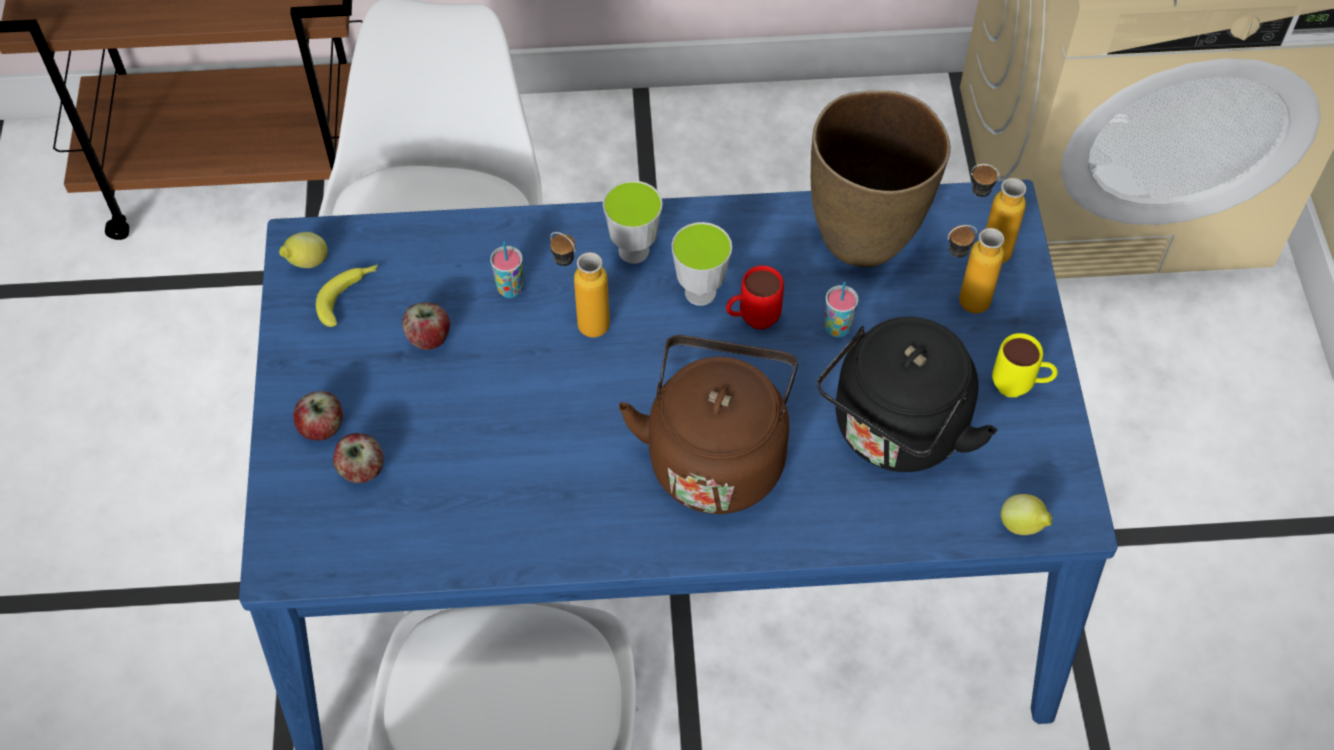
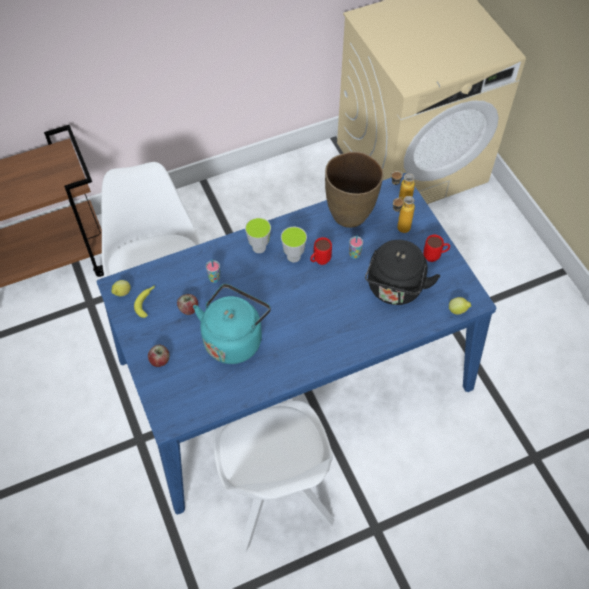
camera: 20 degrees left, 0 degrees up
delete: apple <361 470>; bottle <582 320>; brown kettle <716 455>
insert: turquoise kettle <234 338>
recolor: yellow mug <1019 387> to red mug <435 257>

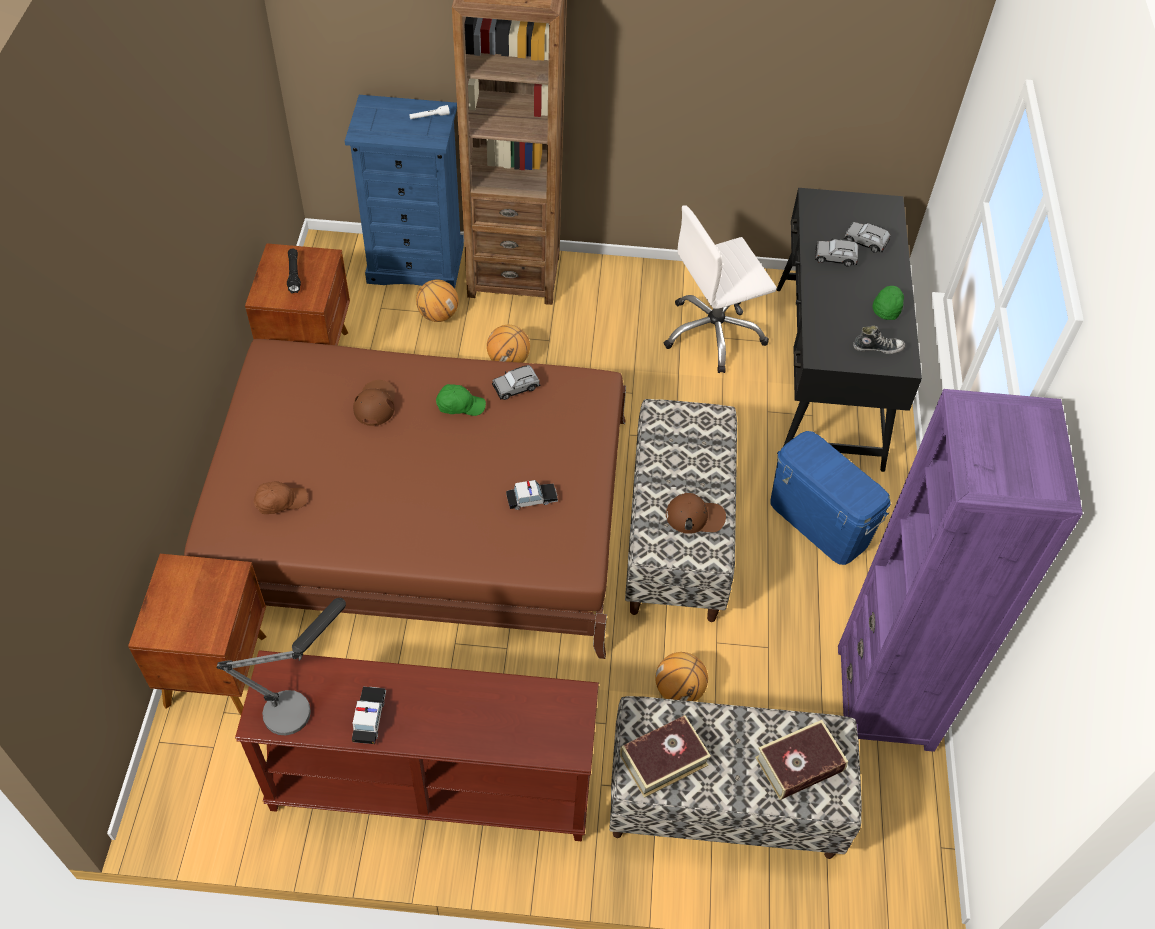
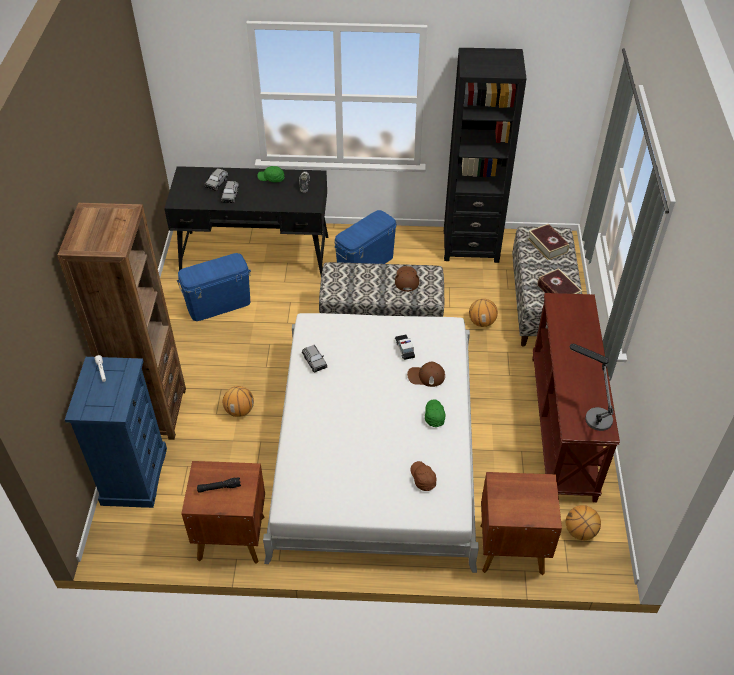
camera: 90 degrees left, 5 degrees down
delete: toy car <369 717>
move: brown cap <375 404> to <426 376>; green cap <460 405> to <434 415>; basketball <438 315> to <580 531>
replace: white office chair <713 333> to blue storage box <218 304>
recolor: brown bed <422 513> to white bed <375 448>; purple bookcase <885 697> to black bookcase <470 246>

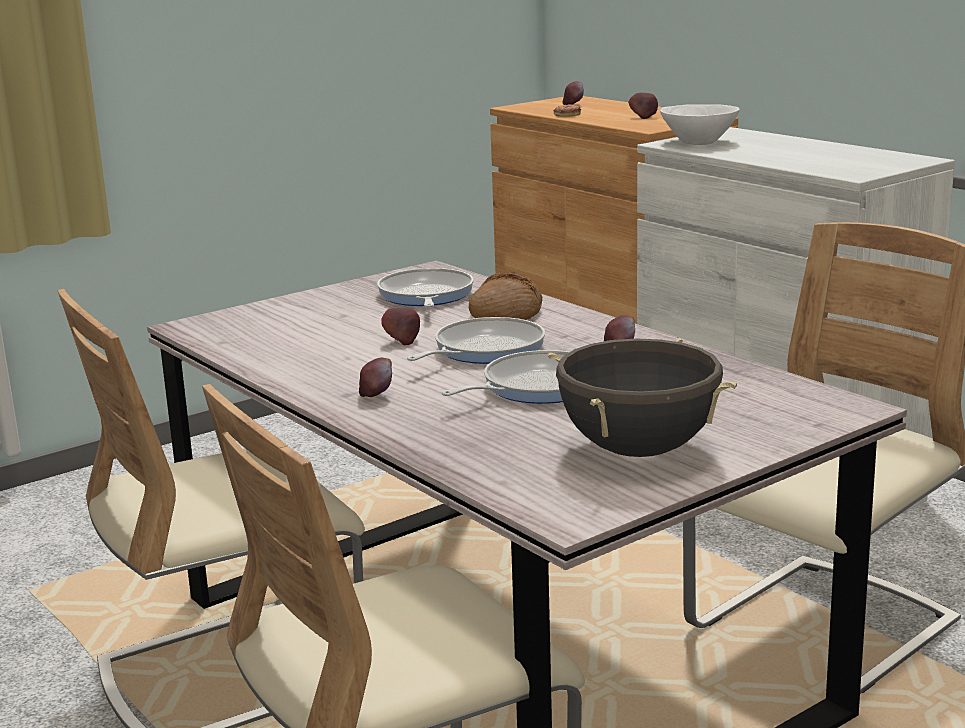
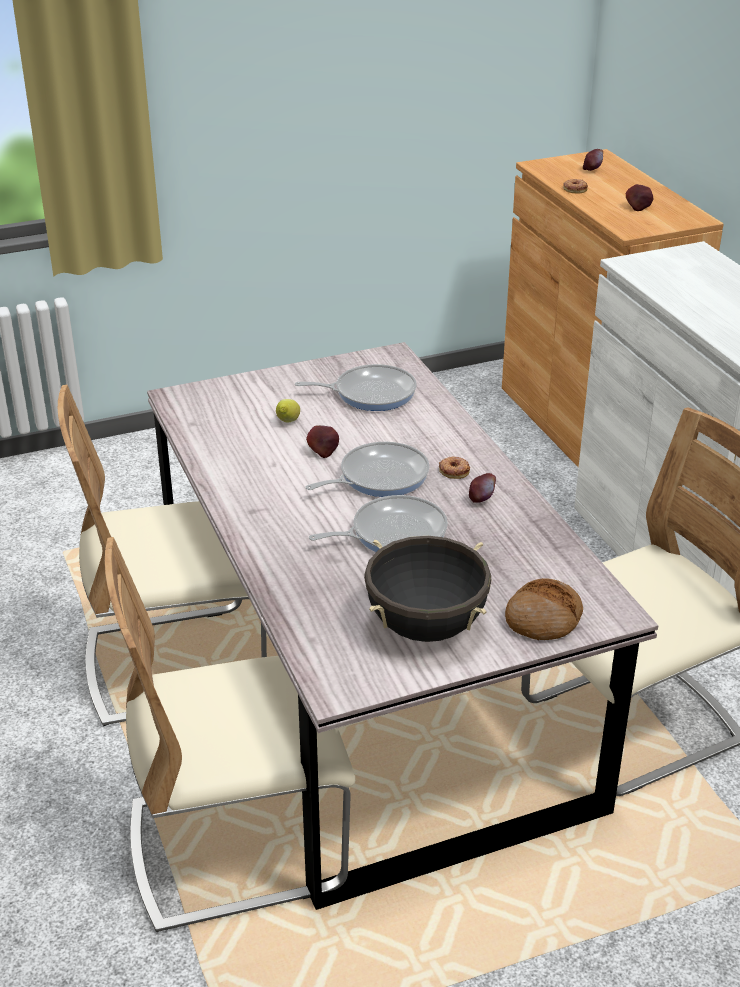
camera: 15 degrees right, 15 degrees up
delete: apple <376 395>; white bowl <698 142>
insert: lemon <287 422>; donut <454 470>
move: bread <506 313> to <543 619>
rotate: frying pan <425 296> = <370 393> 75 degrees clockwise

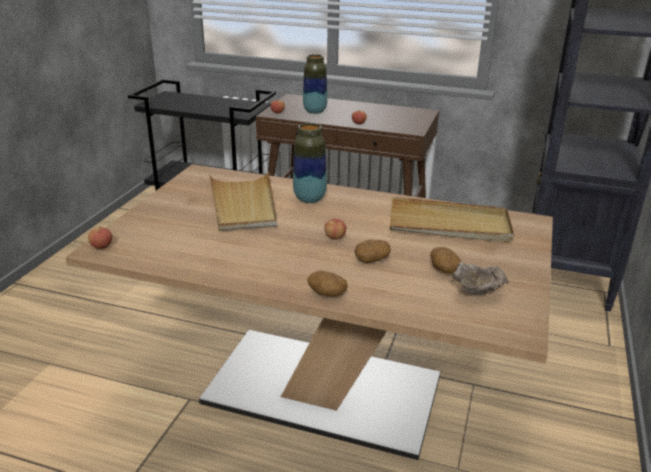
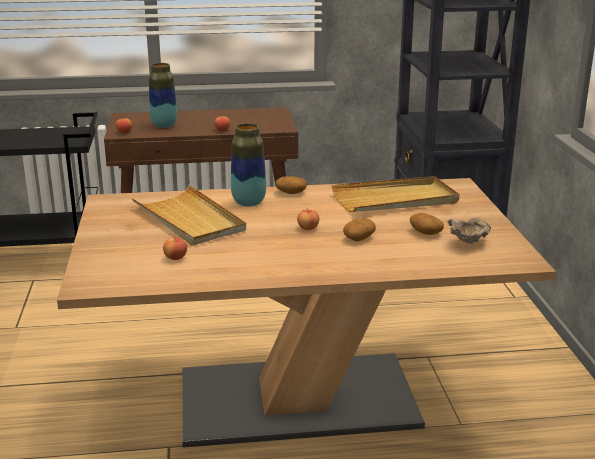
camera: 25 degrees left, 5 degrees down
move: apple <101 246> to <175 258>; potato <326 293> to <291 192>

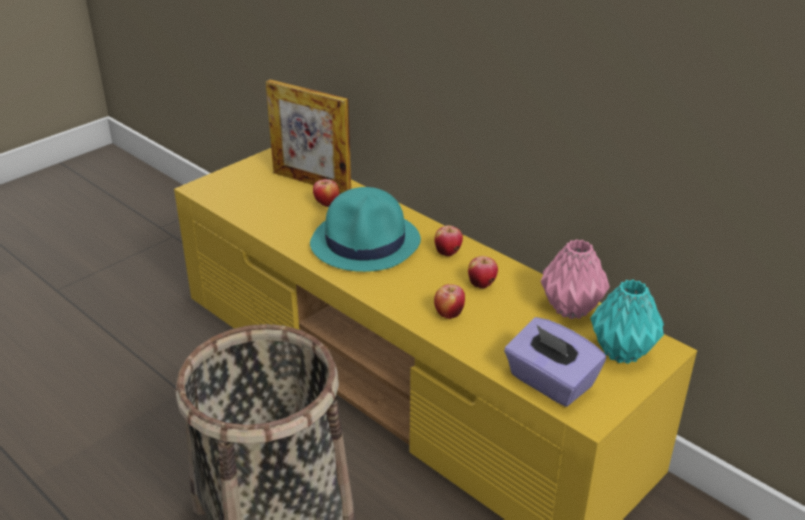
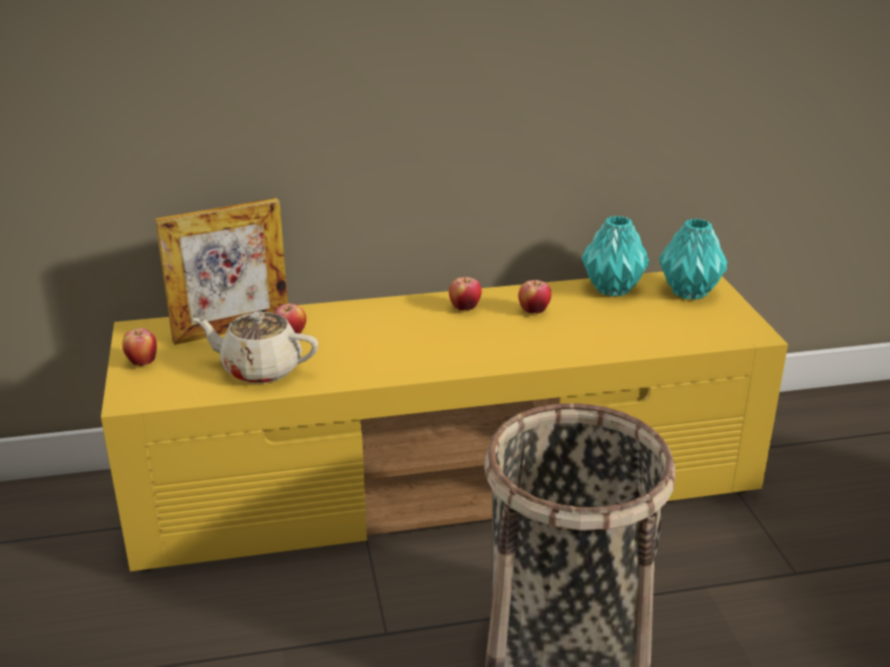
camera: 55 degrees left, 5 degrees down
delete: turquoise hat <366 242>; purple tissue box <550 382>
insert: beige teapot <260 369>
move: apple <449 314> to <142 363>
recolor: pink vase <572 308> to turquoise vase <612 289>

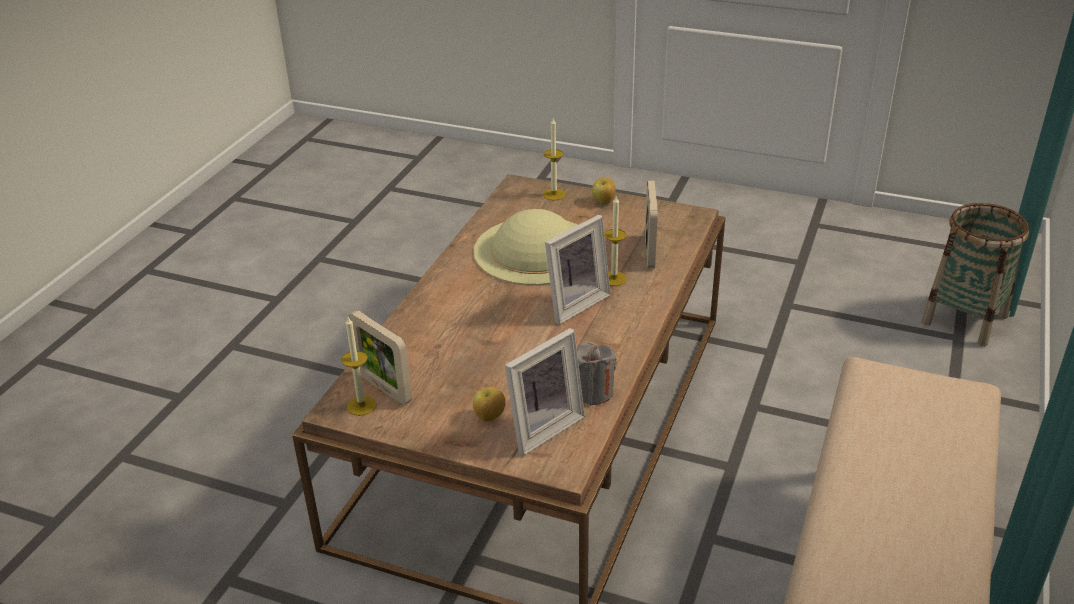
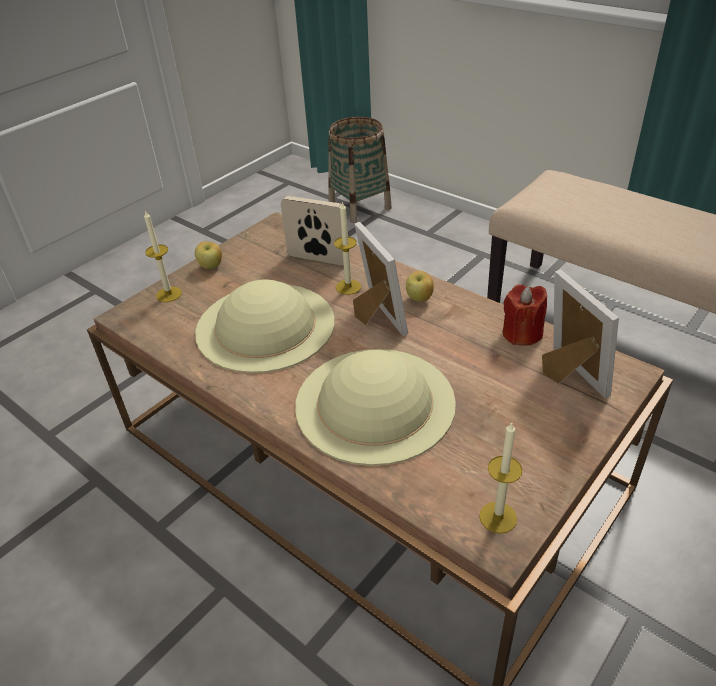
camera: 70 degrees left, 5 degrees up
delete: picture frame <384 388>
insert: beige hat <375 403>
move: apple <489 417> to <420 298>
recolor: grey candle <593 392> to red candle <522 334>

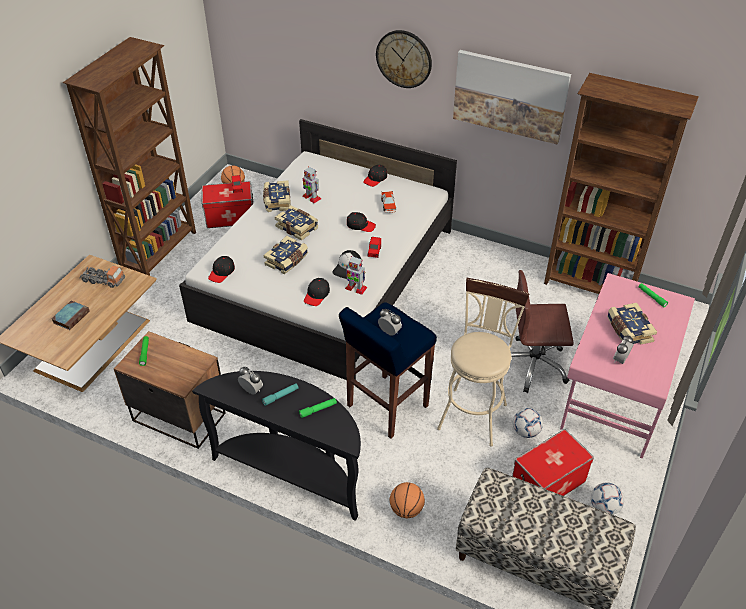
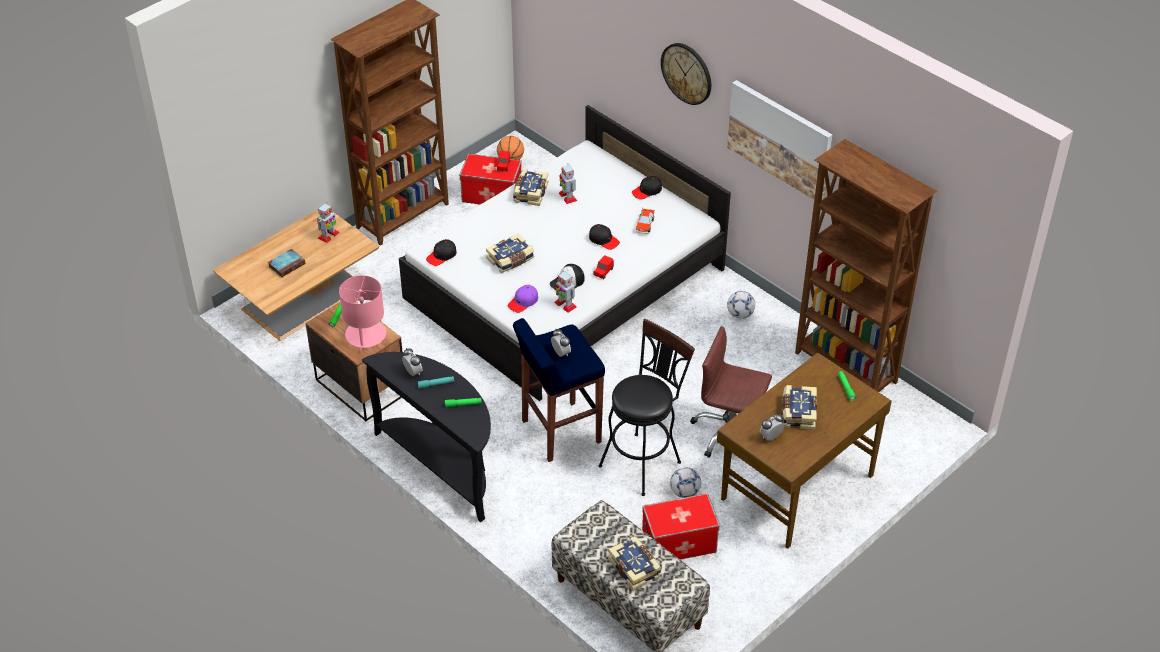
camera: 20 degrees right, 0 degrees up
delete: basketball <406 509>
insert: pink table lamp <365 335>
move: book <297 227> to <635 568>; football <604 507> to <740 314>
replace: toy truck <103 280> to toy robot <328 235>
recolor: black cap <317 295> to purple cap <523 302>; beige stool <474 411> to black stool <644 460>; pink desk <614 398> to brown desk <795 487>

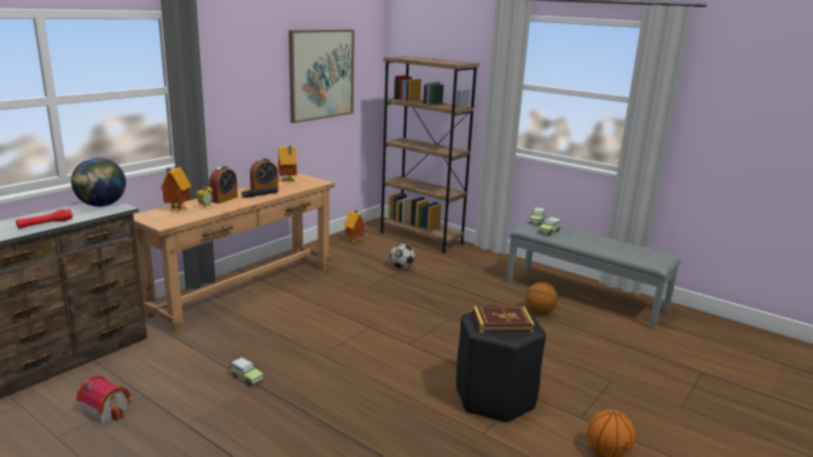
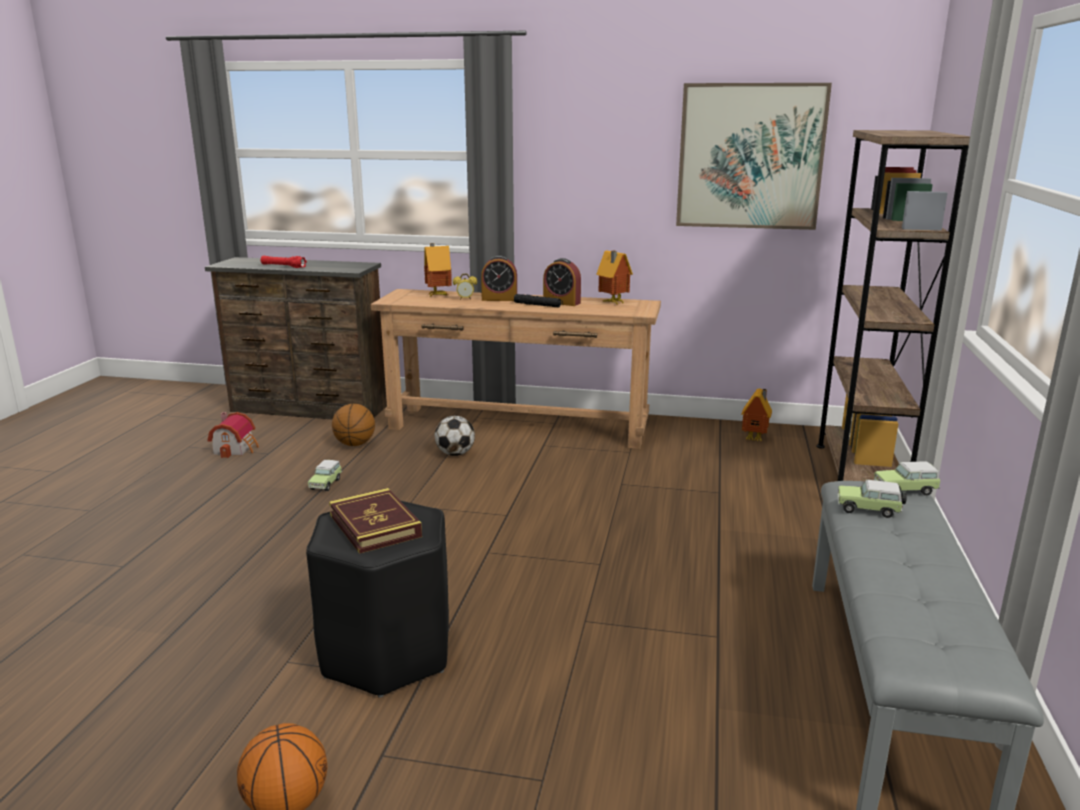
camera: 65 degrees right, 0 degrees up
delete: globe <101 205>
move: basketball <539 312> to <355 444>; football <401 267> to <455 454>

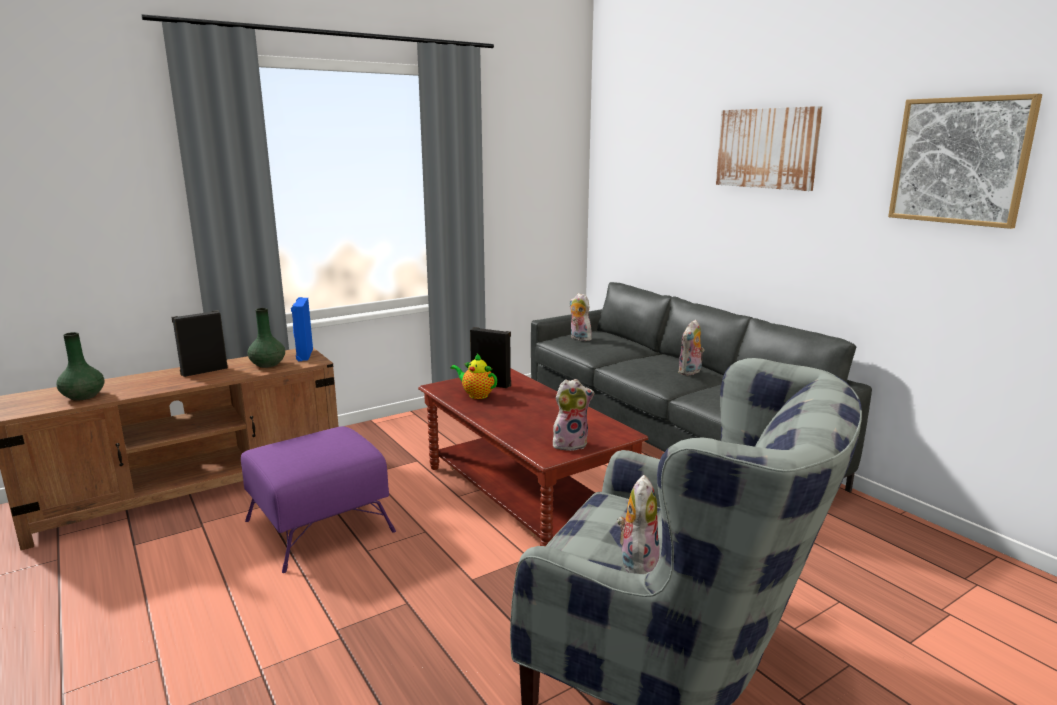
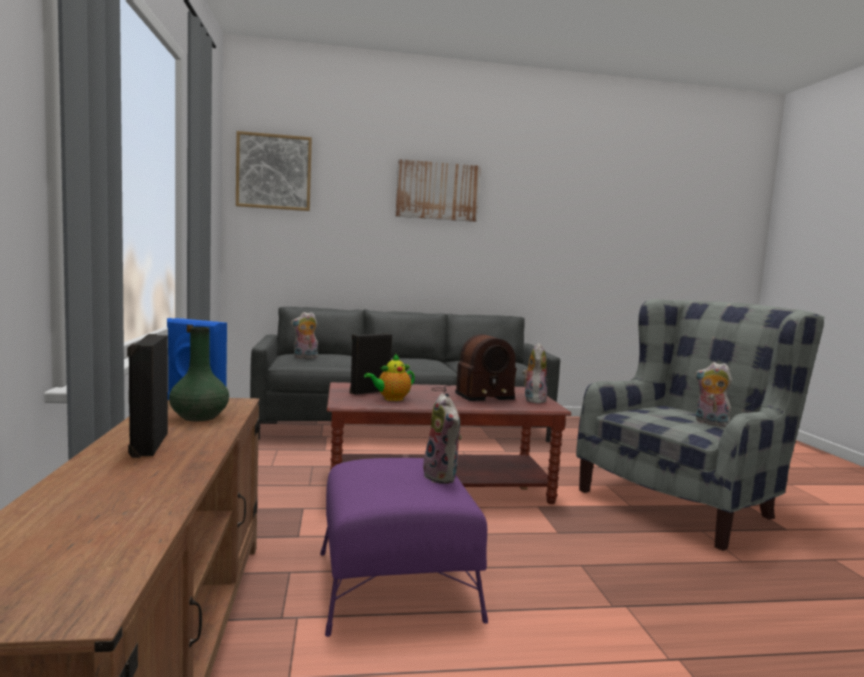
camera: 65 degrees left, 10 degrees down
delete: green vase <83 396>
insert: radio <471 395>
move: picture <960 161> to <274 172>; plush toy <690 372> to <443 477>

